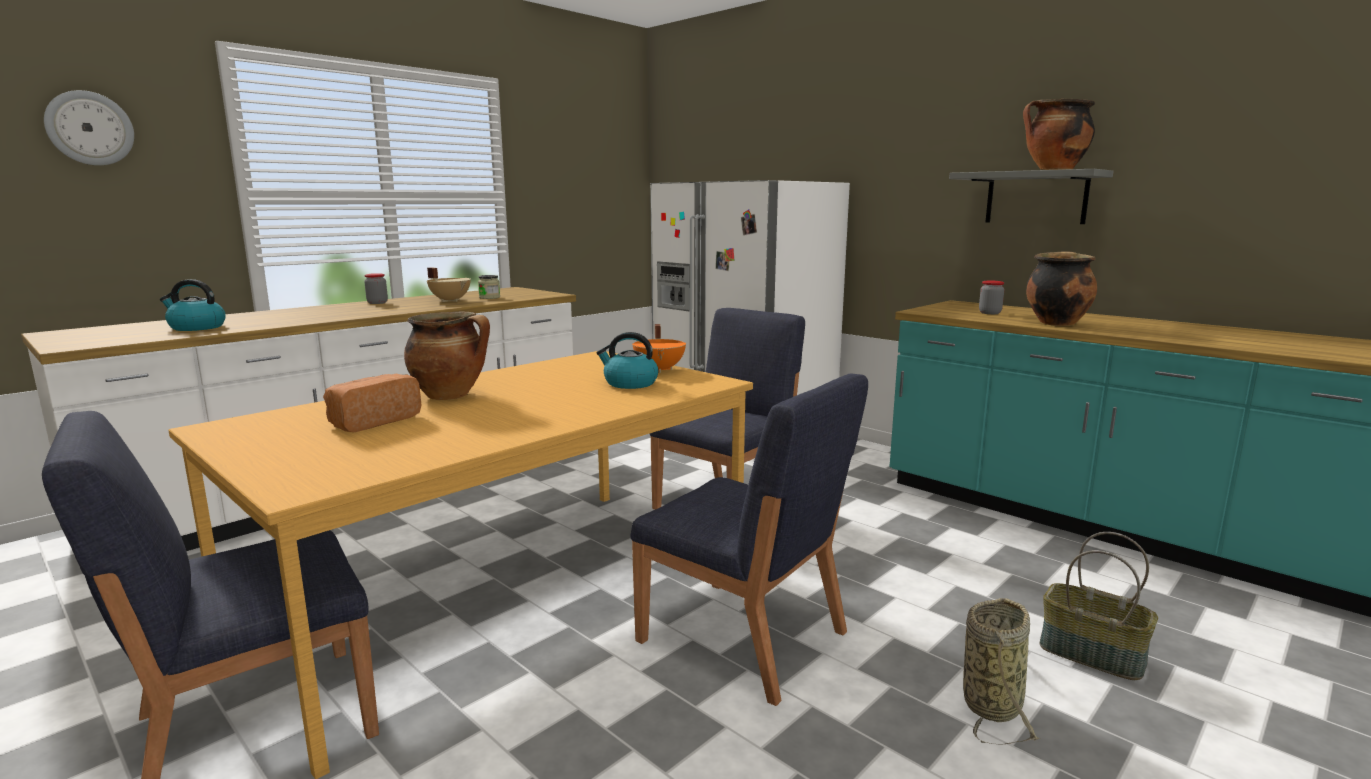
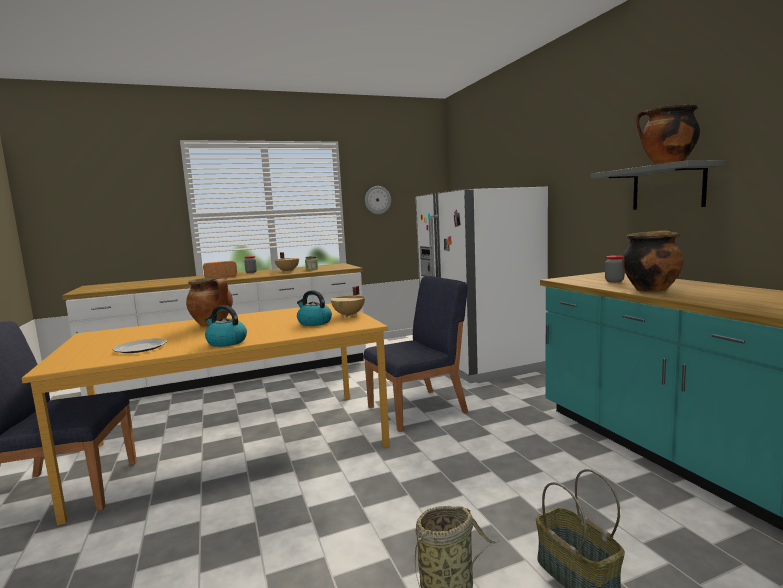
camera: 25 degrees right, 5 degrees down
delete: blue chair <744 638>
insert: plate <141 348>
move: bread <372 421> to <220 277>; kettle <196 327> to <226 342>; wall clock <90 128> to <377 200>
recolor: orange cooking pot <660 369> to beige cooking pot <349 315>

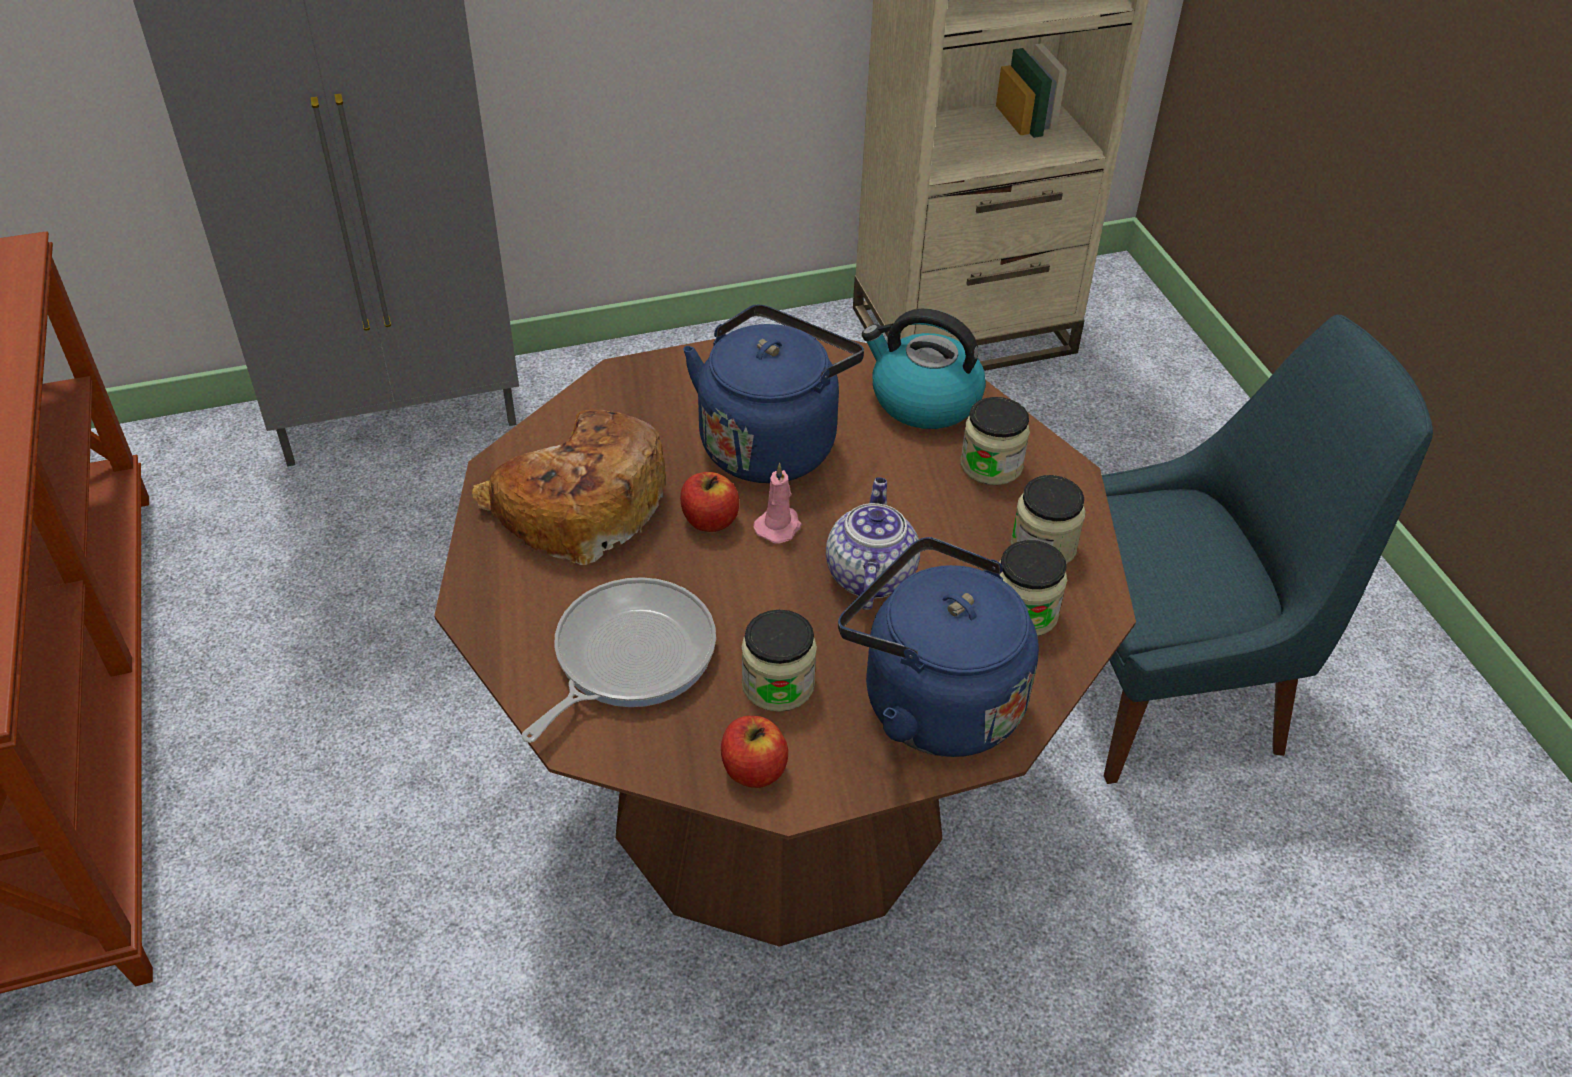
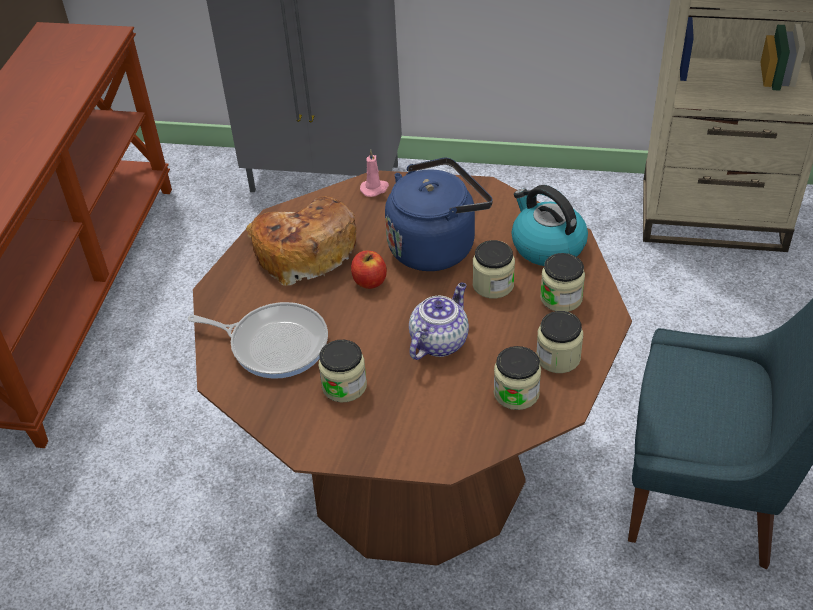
camera: 30 degrees right, 0 degrees up
delete: apple <753 770>; blue kettle <932 701>
insert: jar <493 285>
move: pink candle <779 526> to <375 189>
rotate: frying pan <628 657> = <274 344> 45 degrees clockwise

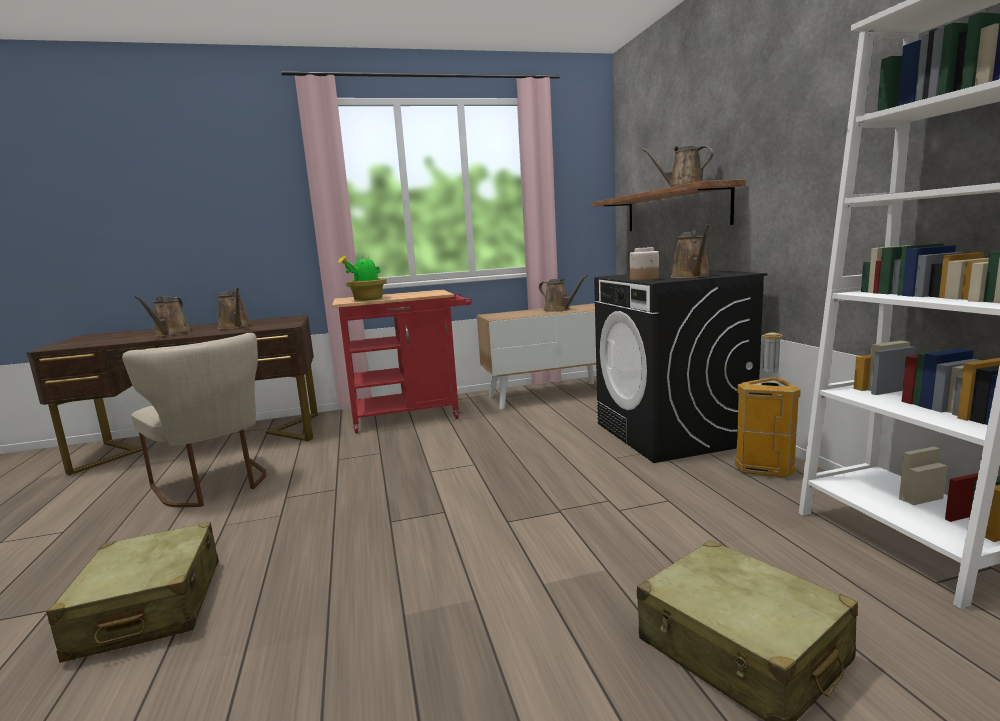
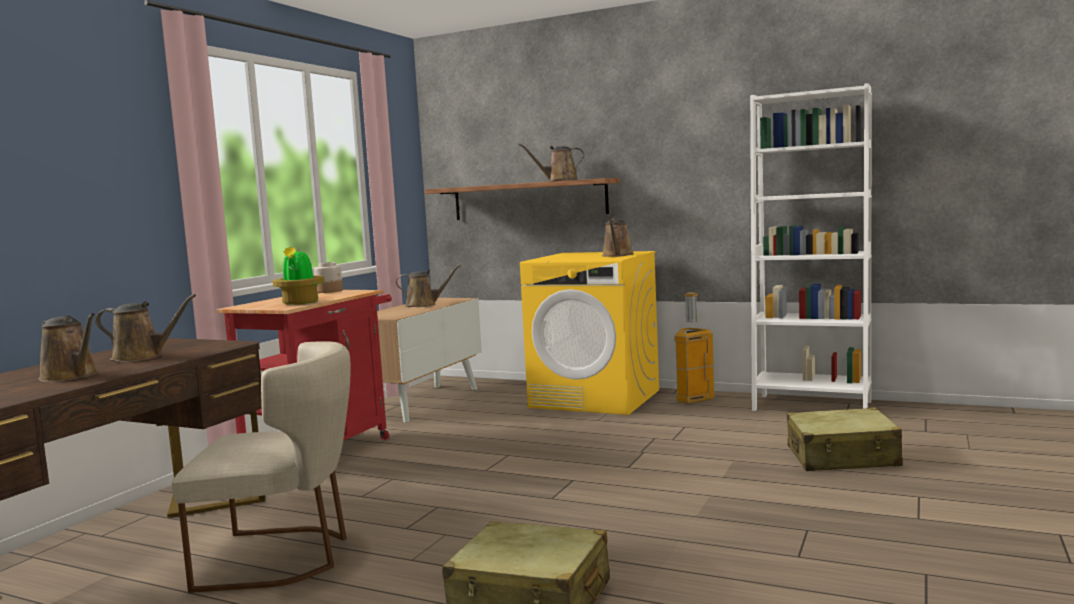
camera: 50 degrees left, 5 degrees down
move: jar <644 279> to <329 291>
recolor: black washing machine <672 434> to yellow washing machine <596 399>
rotate: brown watering can <691 276> = <617 255> 60 degrees clockwise

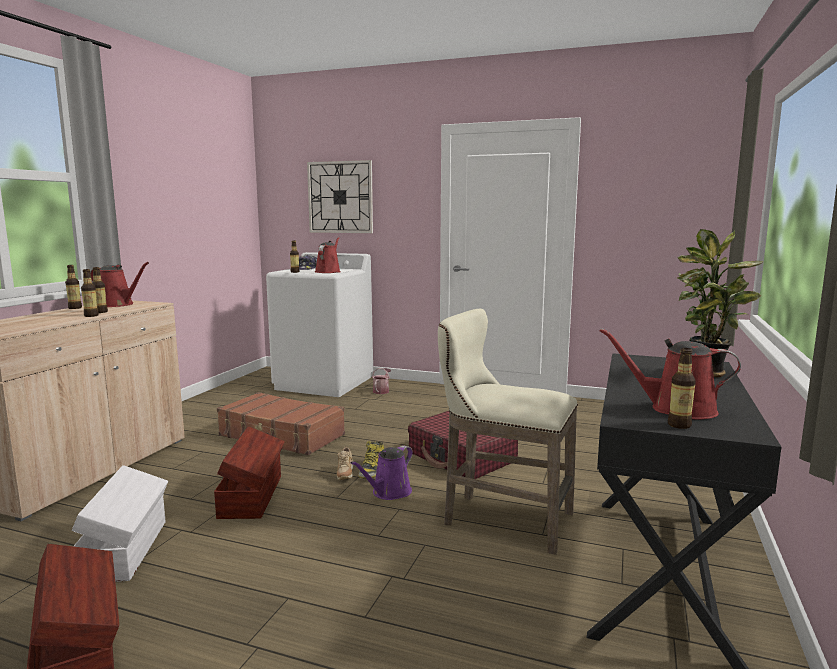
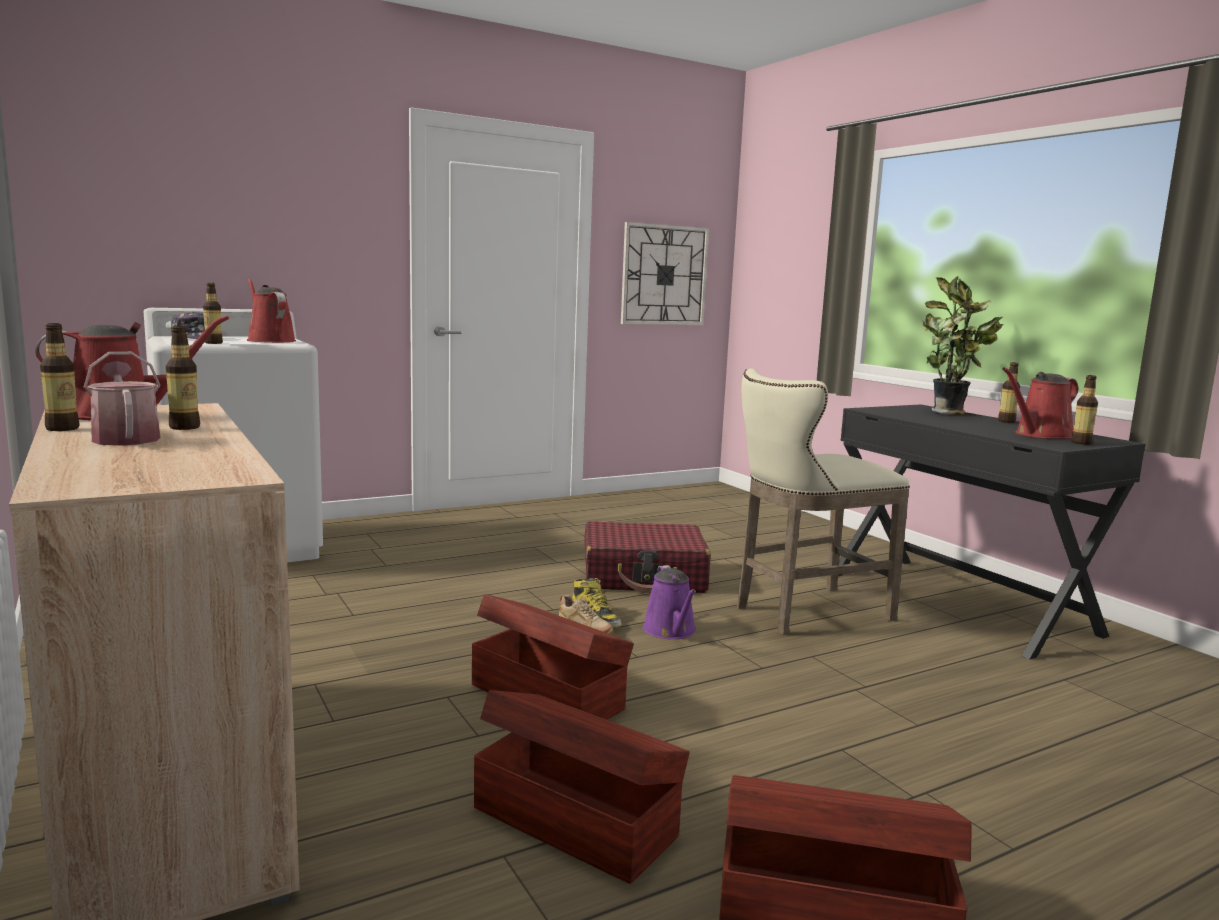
camera: 50 degrees left, 0 degrees up
delete: brown suitcase <281 436>
move: watering can <381 390> to <125 438>; wall clock <340 197> to <664 275>; bottle <91 315> to <1006 421>
recolor: white storage box <126 549> to brown storage box <574 819>

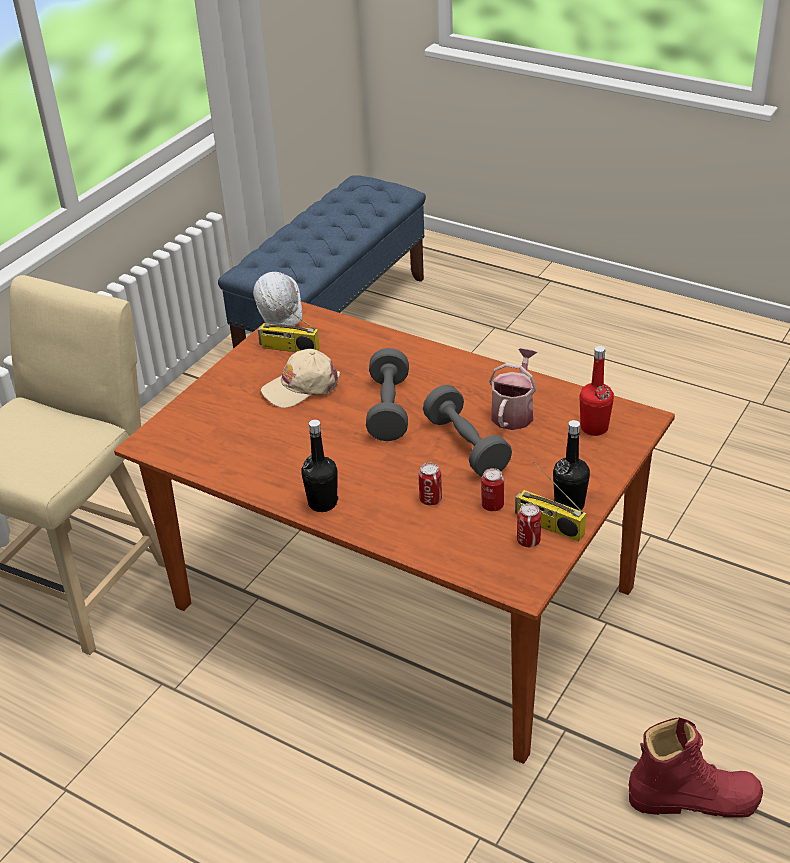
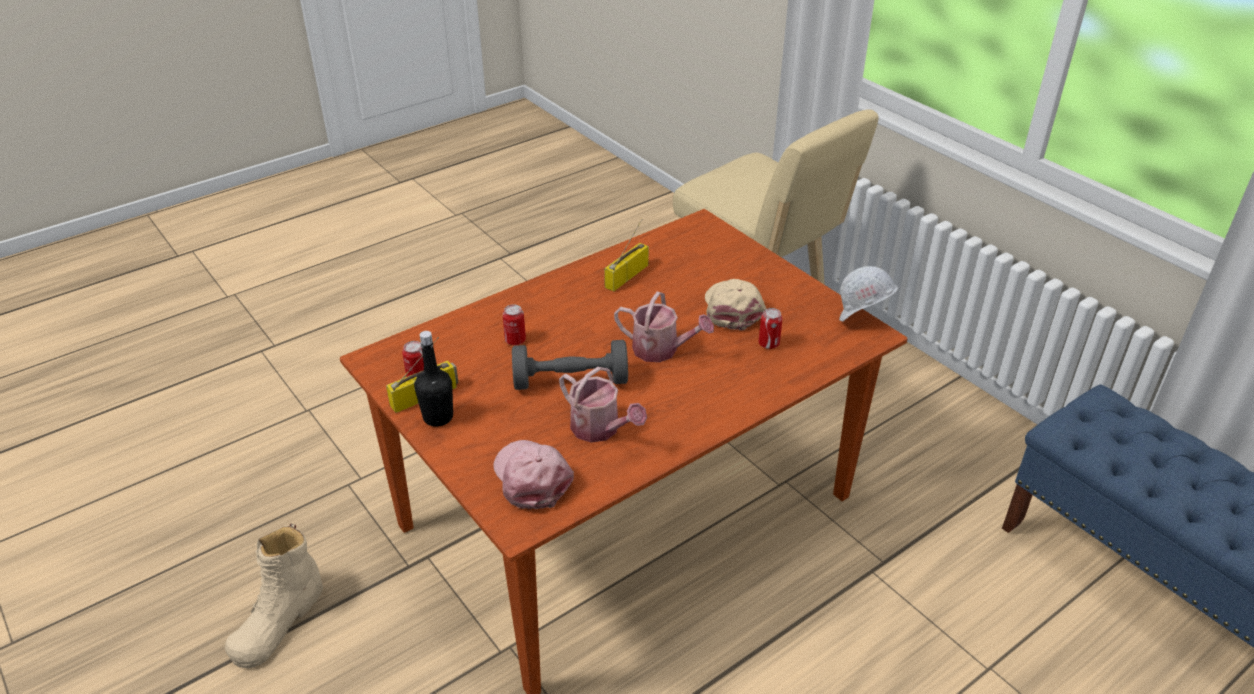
camera: 110 degrees right, 0 degrees up
delete: black bottle <322 503>
move: radio <289 348> to <627 275>; can <492 505> to <768 344>
replace: red bottle <594 428> to pink cap <532 478>; grey dumbbell <388 409> to watering can <661 350>
recolor: red boot <693 798> to beige boot <278 621>

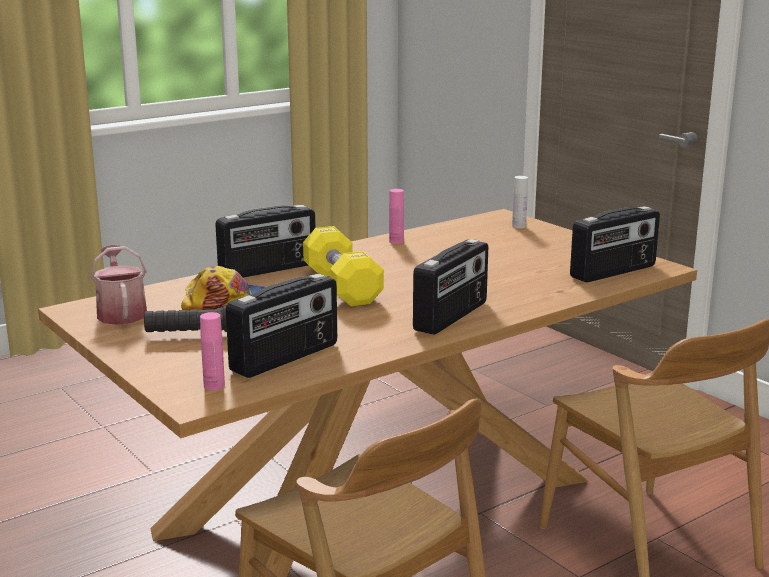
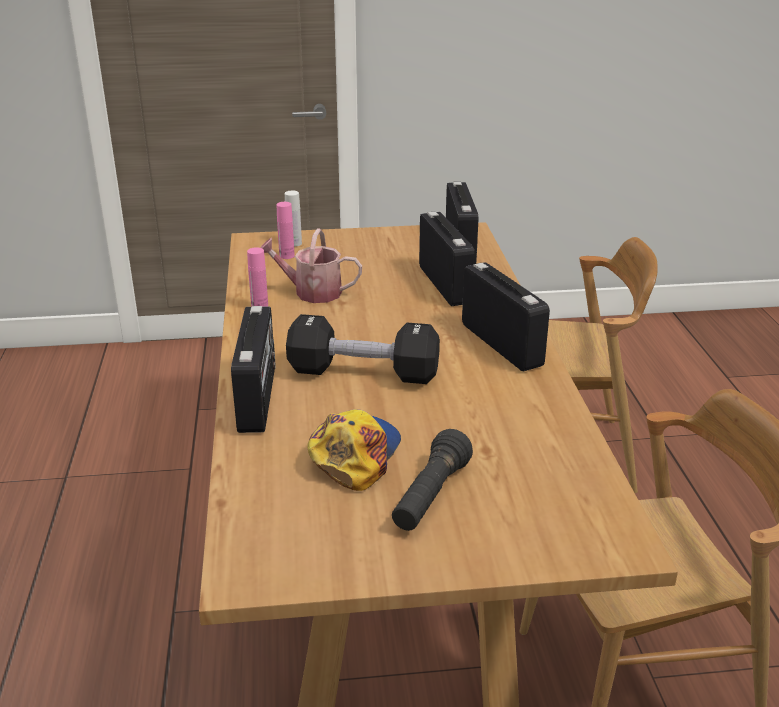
camera: 60 degrees left, 10 degrees up
move: watering can <121 312> to <311 292>; pink bottle <214 386> to <287 256>; radio <286 358> to <445 285>
recolor: yellow dumbbell <342 286> to black dumbbell <363 372>

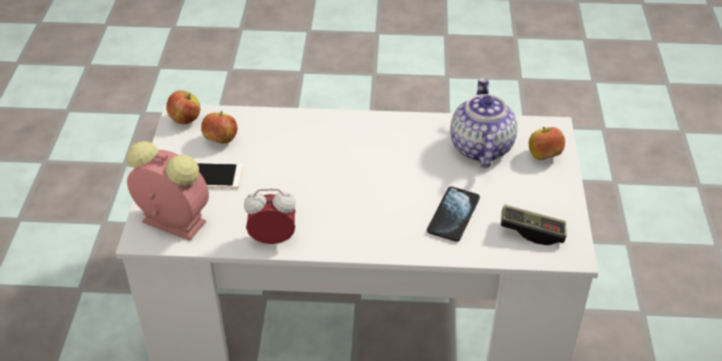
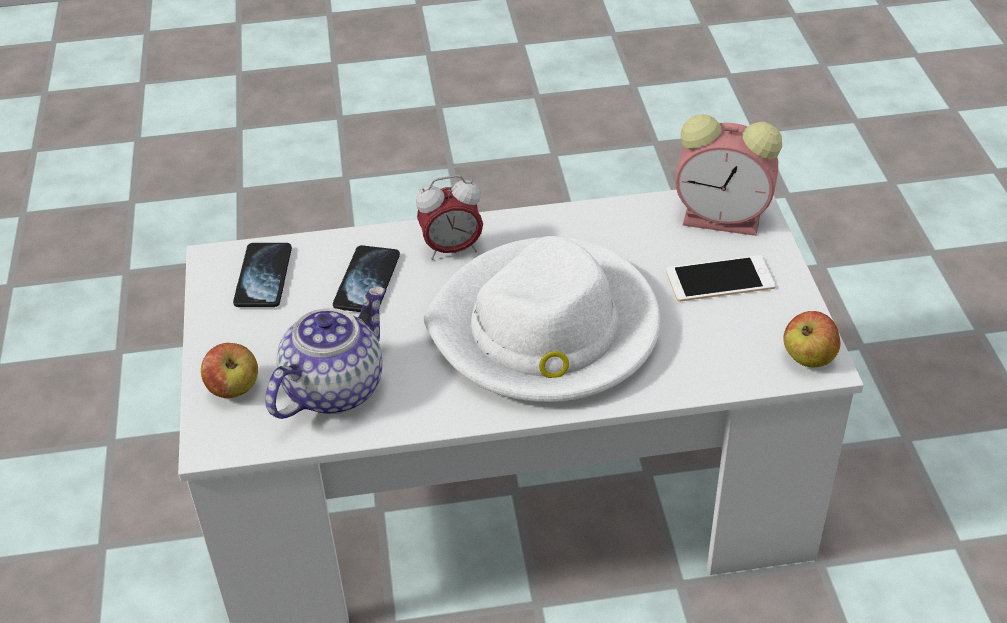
camera: 170 degrees right, 0 degrees up
delete: apple <221 140>
insert: white hat <545 330>
move: alarm clock <273 239> to <452 249>
replace: game controller <532 232> to phone <263 277>
rotate: teapot <480 147> = <333 388> 135 degrees counterclockwise

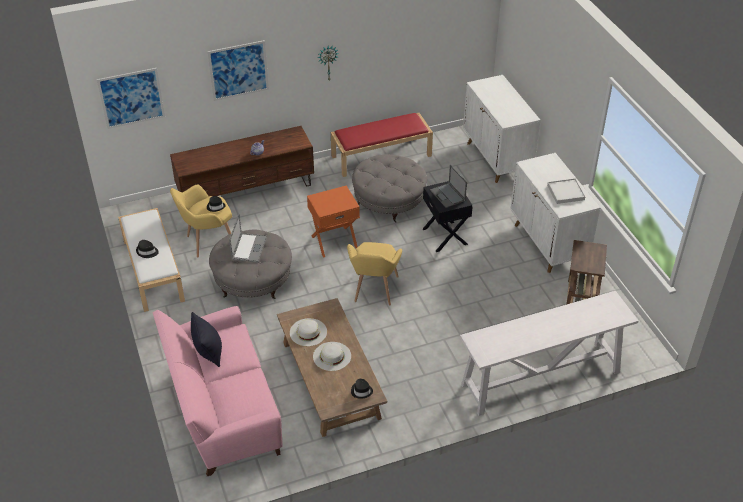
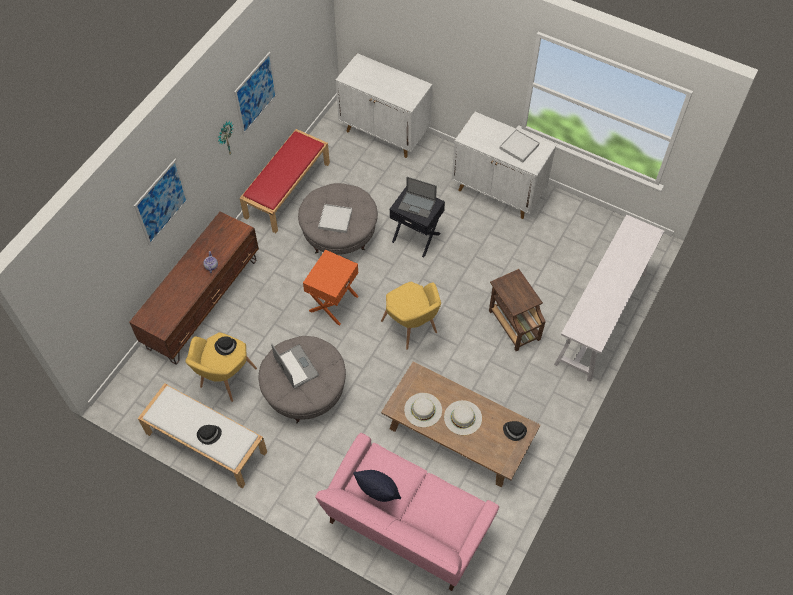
camera: 40 degrees left, 15 degrees up
insert: white tray <335 219>
move: picture <131 98> to <255 93>; brown side table <580 299> to <513 324>

